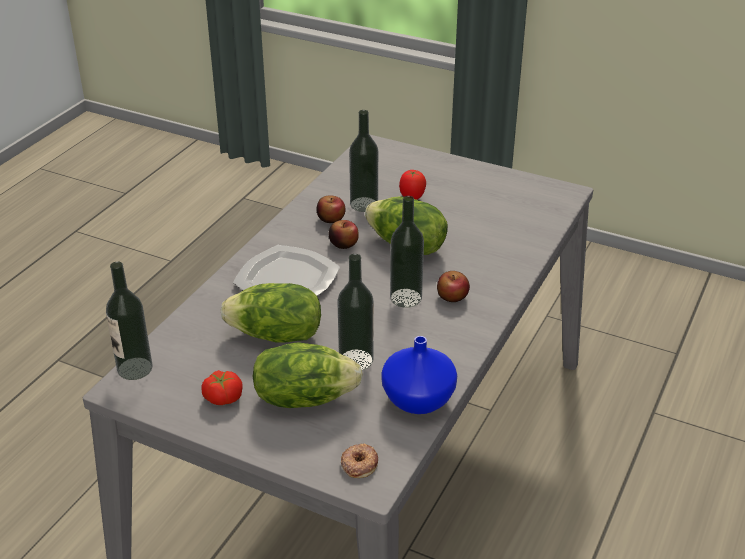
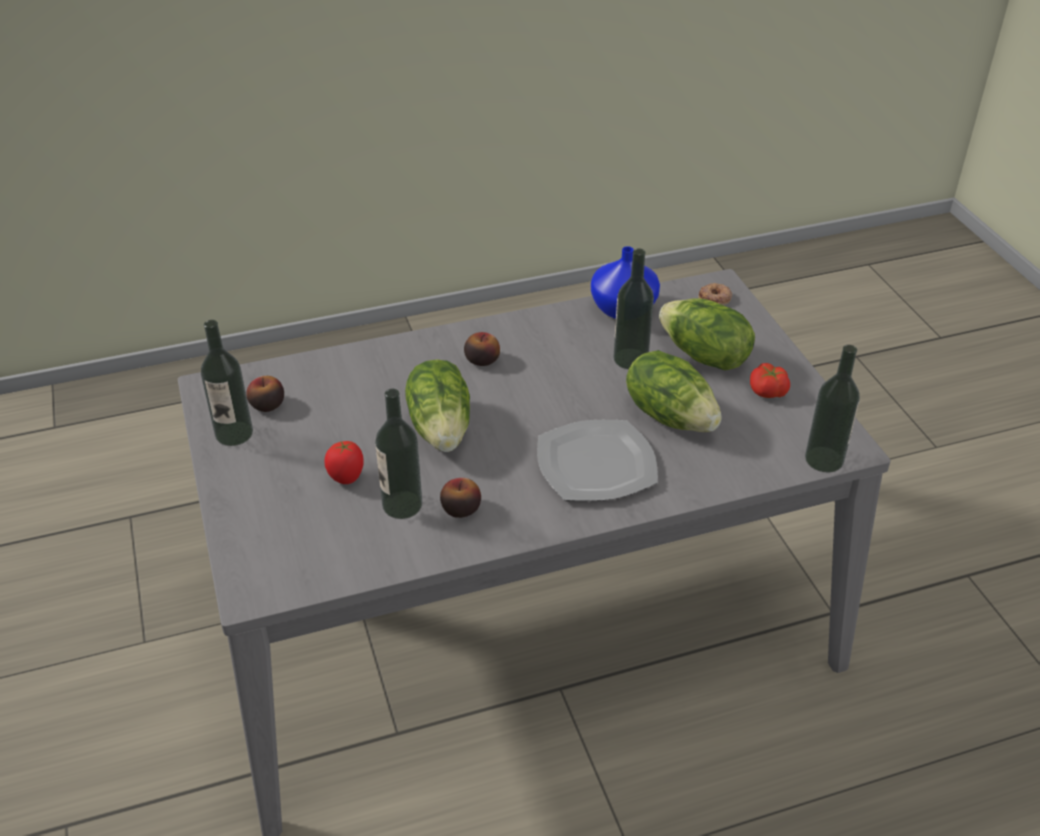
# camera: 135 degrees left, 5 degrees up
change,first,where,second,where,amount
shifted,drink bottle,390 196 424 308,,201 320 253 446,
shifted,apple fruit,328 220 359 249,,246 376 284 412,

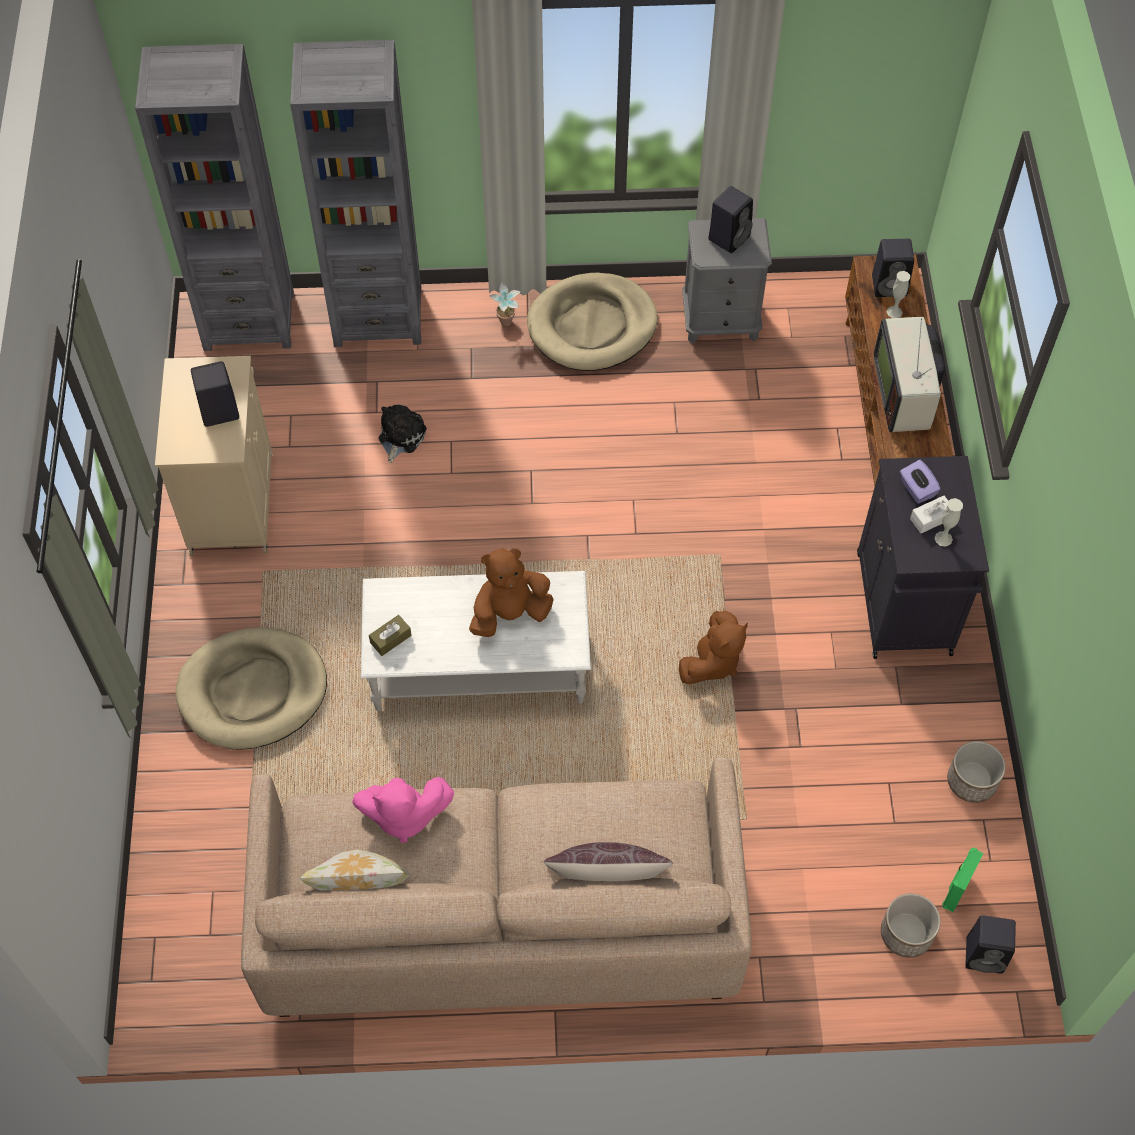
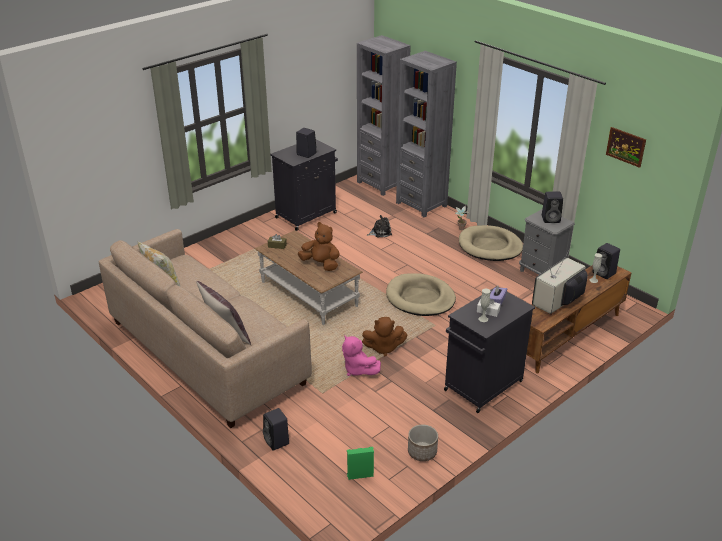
# camera: 50 degrees right, 25 degrees down
change,first,where,second,where,amount
repainted,storage cabinet (sand-coloured),155 356 272 556,storage cabinet (black),270 140 338 231,
repainted,low table (whitish),361 571 591 711,low table (brownish),255 230 363 325,
shifted,pet bed (sand-coloured),176 627 327 750,,386 273 456 316,
shifted,soft toy (pinkish),352 777 454 843,,342 336 381 376,
gone,flower pot,881 893 941 958,,,
shifted,audio speaker (black),966 915 1016 974,,263 408 289 451,
new,,,wall art,606 127 646 168,

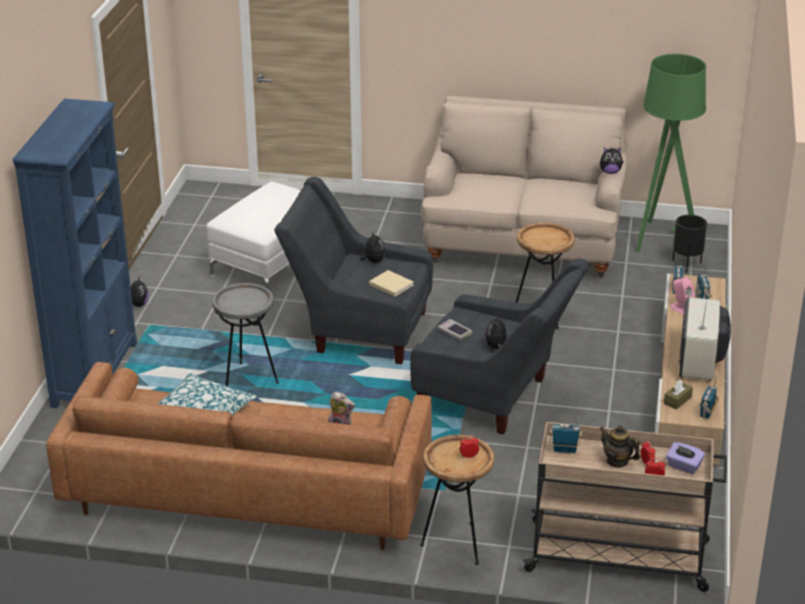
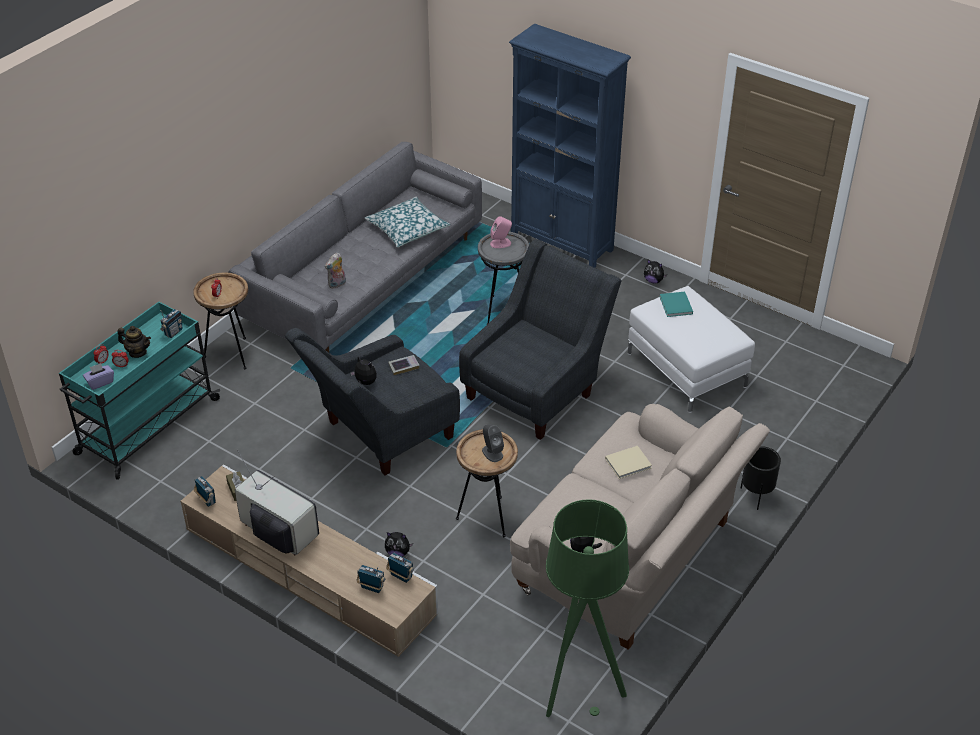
# camera: 115 degrees right, 10 degrees up
change,first,where,second,where,amount
shifted,flower pot (black),673 215 707 273,,740 446 781 510,
shifted,soft toy,360 233 385 263,,385 532 413 557,
shifted,volume (sand-coloured),369 270 414 297,,605 446 652 479,
shifted,audio speaker (pinkish),670 277 695 315,,490 216 512 248,
repainted,sofa (brownish),46 362 432 550,sofa (gray),228 142 482 353,
repainted,trolley (sand-coloured),523 422 727 592,trolley (blue-green),59 302 220 480,
rotated,tea pot,599 425 640 468,,117 326 151 358,45 degrees clockwise
new,,,volume (blue-green),660 292 693 317,
new,,,audio speaker (gray),482 424 504 462,

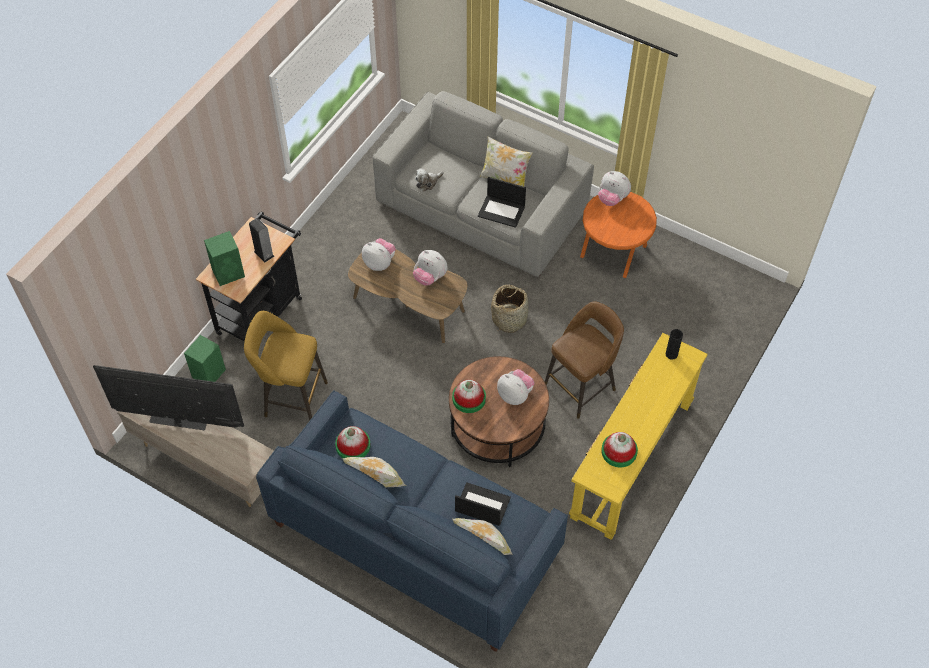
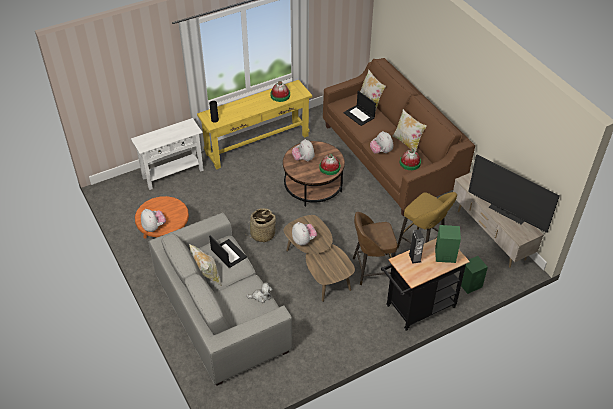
# camera: 150 degrees left, 10 degrees down
change,first,where,second,where,amount
shifted,soft toy,362 238 396 271,,370 131 393 154,
shifted,stool (brownish),545 301 624 419,,353 212 397 285,
repainted,sofa (blue),256 390 568 652,sofa (brownish),323 58 475 216,
new,,,console table (whitish),131 118 204 190,

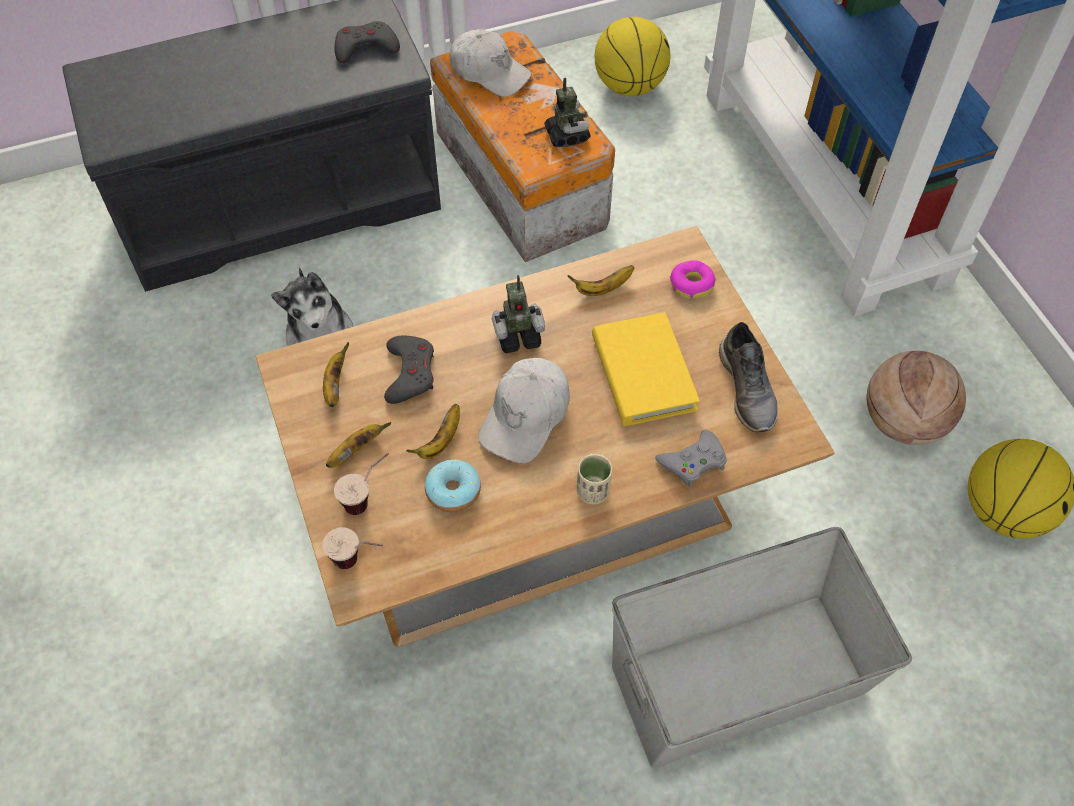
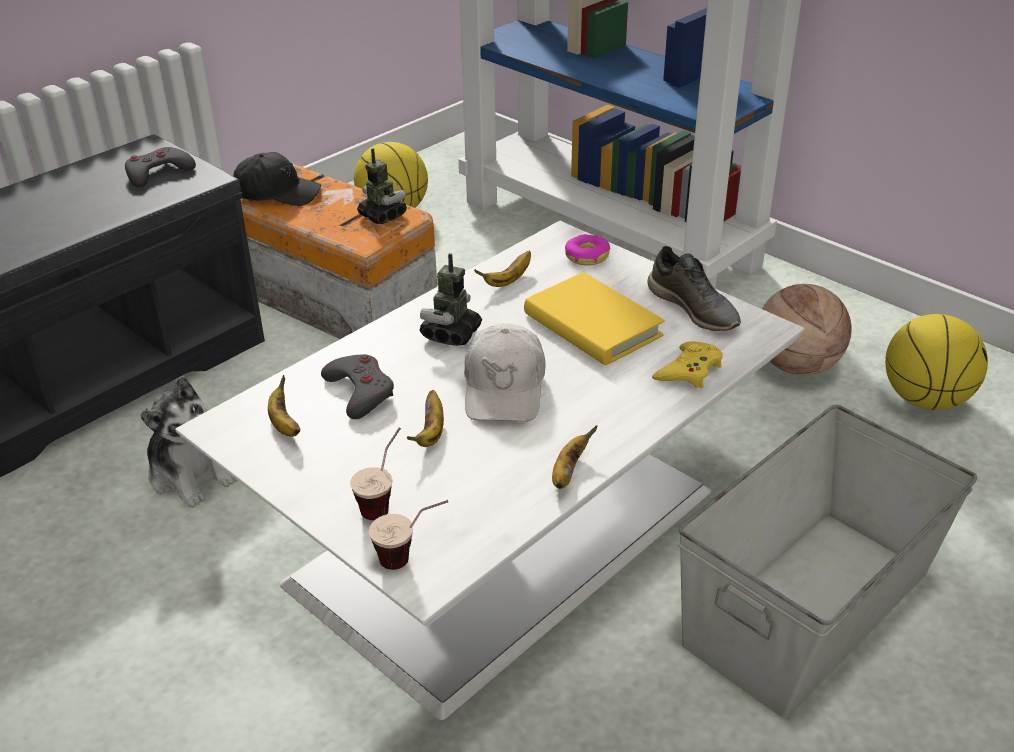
# camera: 25 degrees left, 20 degrees down
change,first,where,second,where,amount
repainted,peaked cap (whitish),450 29 532 97,peaked cap (black),233 152 321 206,
repainted,low table (brownish),255 226 835 647,low table (whitish),175 221 804 720,
rotated,toy robot,492 275 545 353,,420 253 482 346,150 degrees clockwise
shifted,whole banana,326 422 391 468,,552 425 597 489,
repainted,gamepad (gray),655 430 727 488,gamepad (yellow-coloured),652 341 723 388,
gone,drinking cup (sand-coloured),577 454 612 504,,,
gone,donut,425 460 481 512,,,

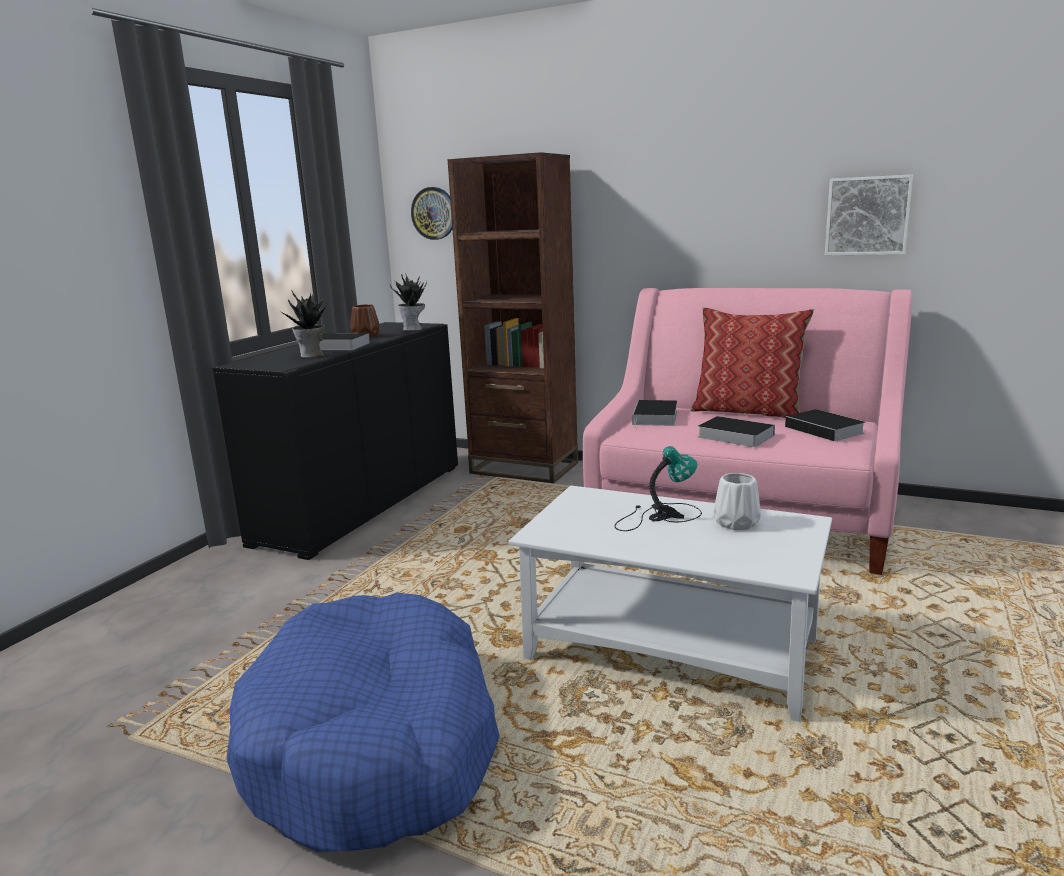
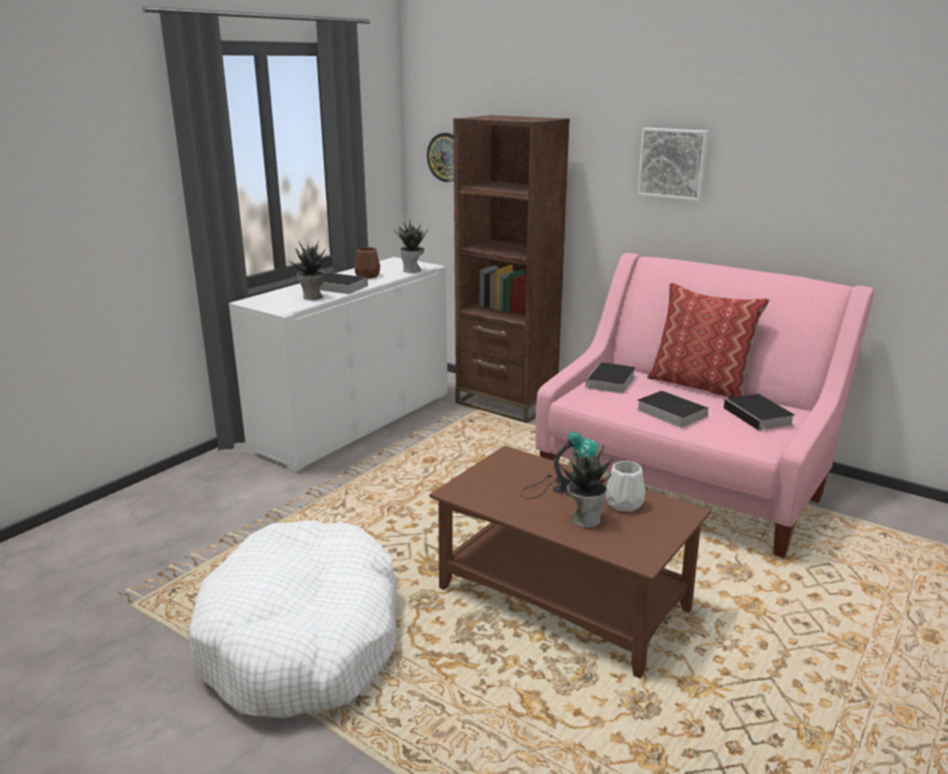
# camera: 10 degrees right, 5 degrees up
change,first,where,second,where,amount
shifted,wall art,825 175 913 255,,637 128 709 201,
repainted,storage cabinet (black),213 322 458 560,storage cabinet (whitish),229 257 448 472,
repainted,low table (whitish),508 485 832 722,low table (brownish),429 446 711 678,
repainted,pet bed (blue),226 593 500 852,pet bed (whitish),188 520 397 718,
new,,,potted plant,557 445 613 528,

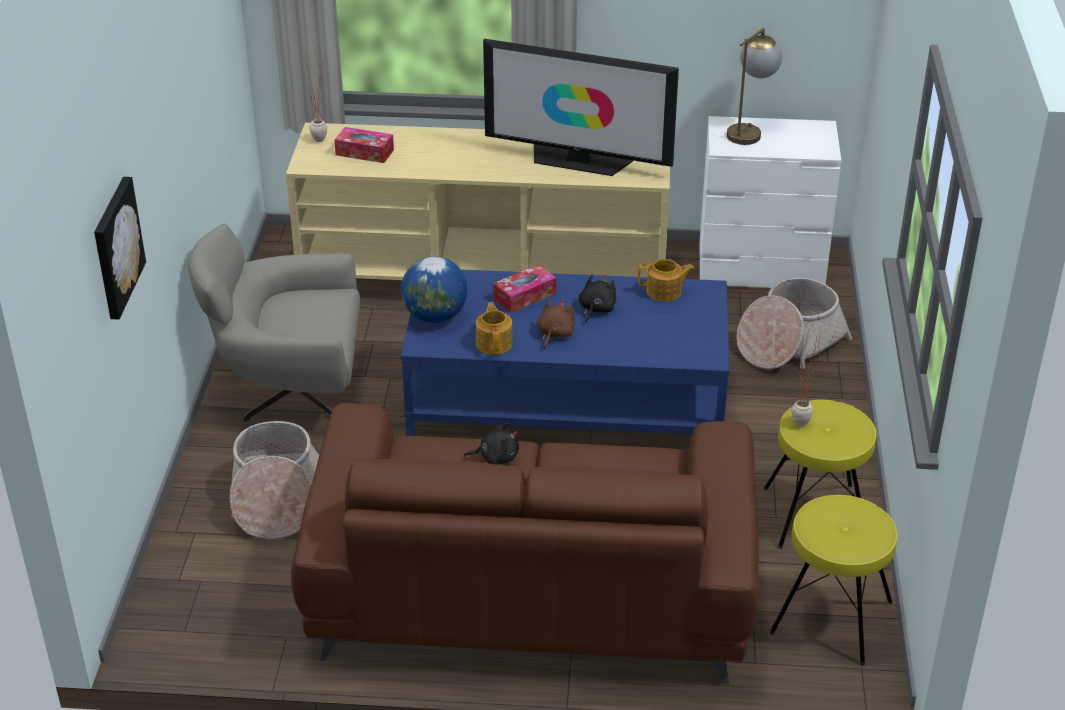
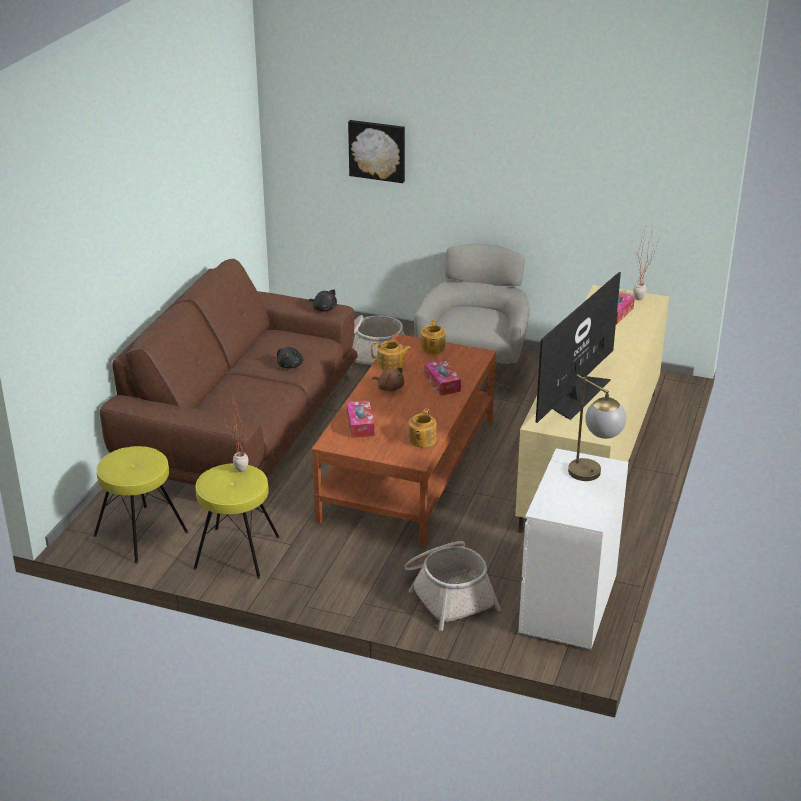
# camera: 105 degrees right, 5 degrees down
change,first,where,second,where,amount
swapped,globe,401 256 468 323,tea pot,420 320 445 355,
repainted,low table (blue),401 270 730 436,low table (brownish),312 334 496 547,
shifted,soft toy (black),579 275 616 323,,309 290 337 311,
new,,,tissue box,347 400 374 438,

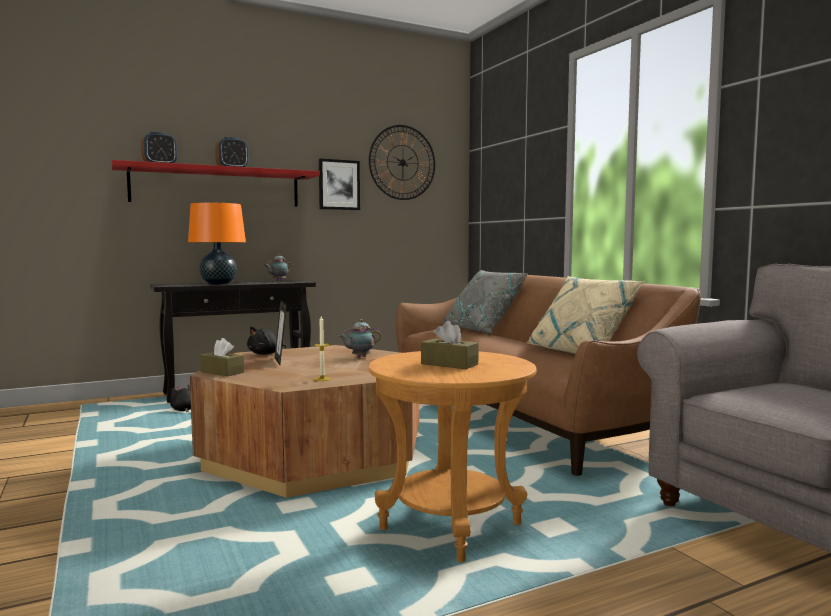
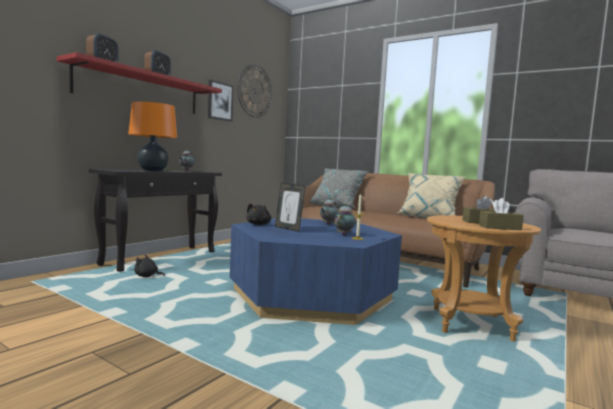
# camera: 30 degrees left, 0 degrees up
change,first,where,second,where,amount
shifted,tissue box (brownish),200 338 244 376,,479 198 524 230,
repainted,low table (brownish),190 345 419 498,low table (blue),230 218 402 325,
new,,,tea pot,334 204 356 235,

